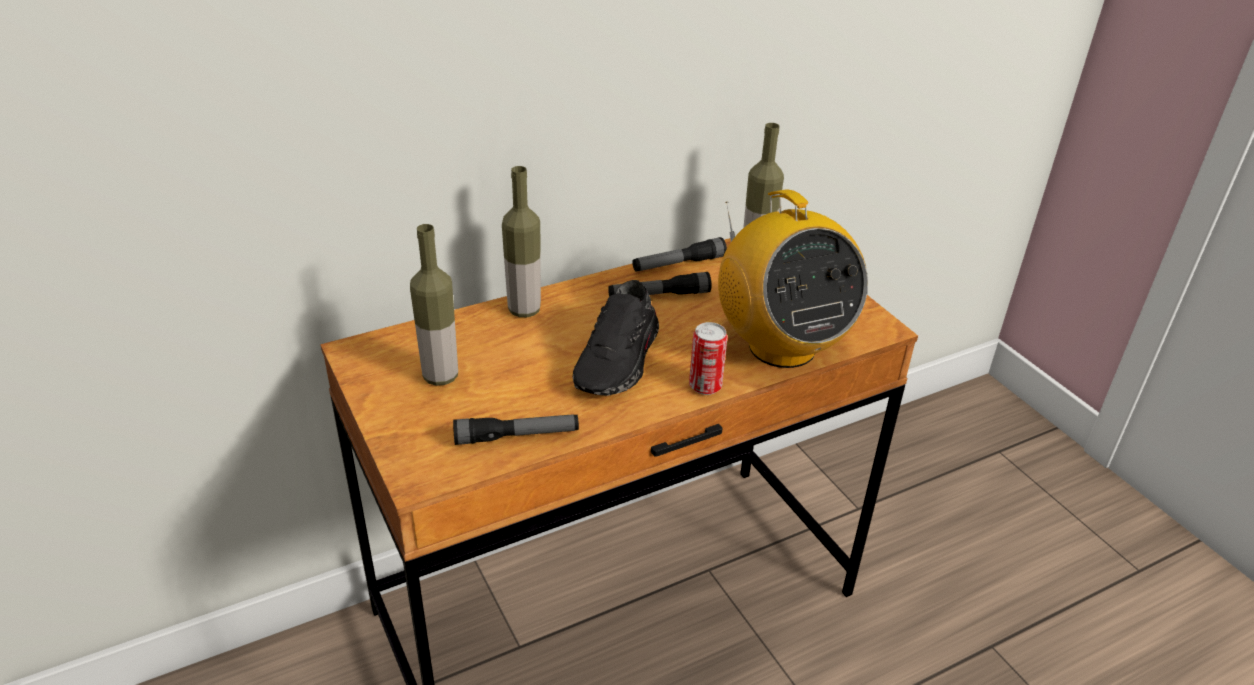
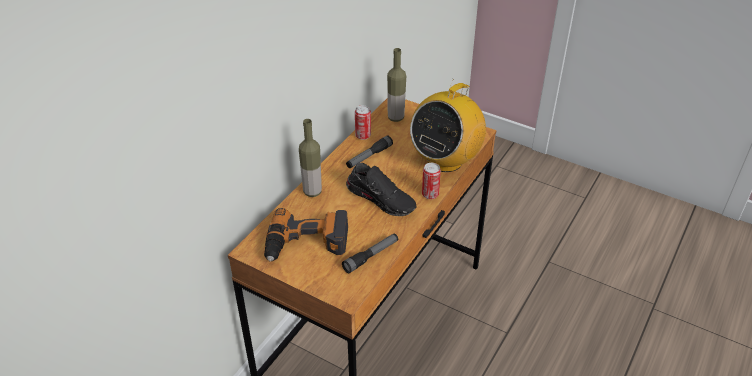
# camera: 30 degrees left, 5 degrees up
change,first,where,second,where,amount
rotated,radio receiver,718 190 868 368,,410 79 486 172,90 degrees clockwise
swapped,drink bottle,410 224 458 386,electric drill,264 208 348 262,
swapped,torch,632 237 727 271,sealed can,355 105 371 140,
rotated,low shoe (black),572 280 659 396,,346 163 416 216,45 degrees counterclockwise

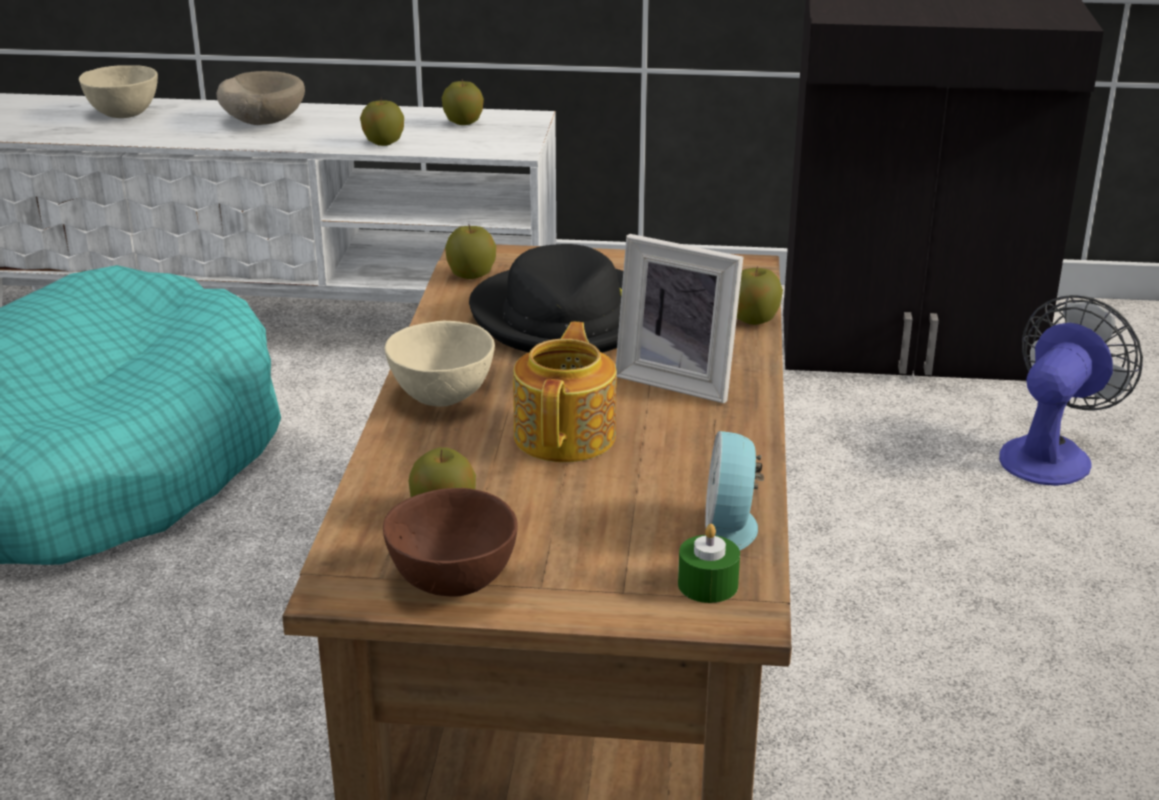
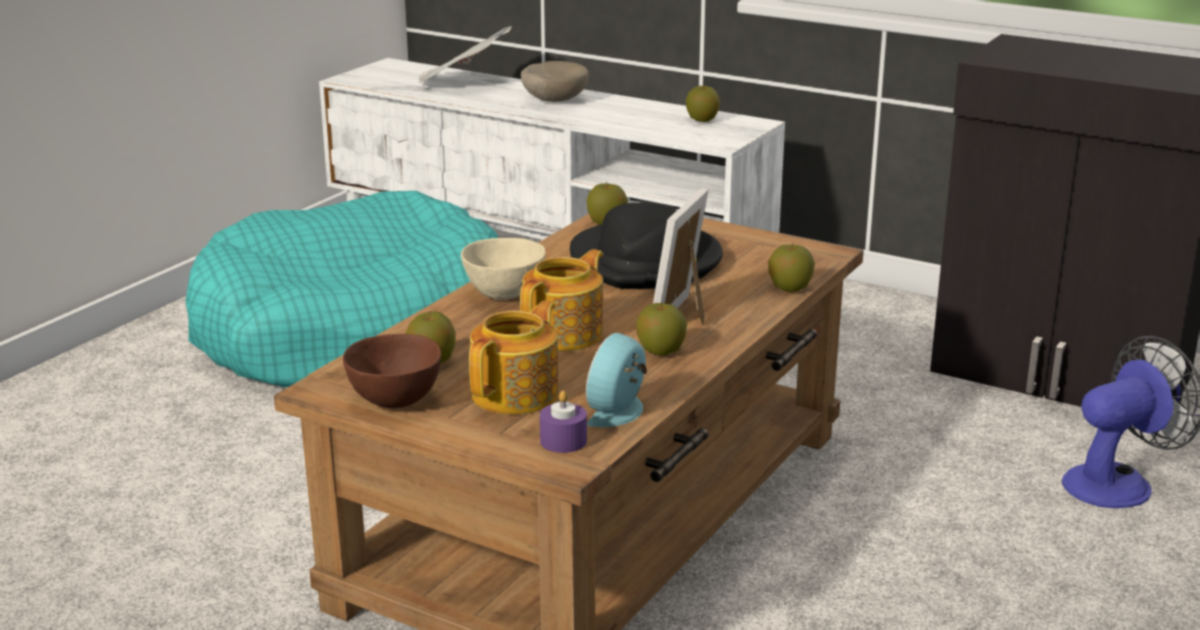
# camera: 25 degrees right, 5 degrees down
change,first,where,second,where,amount
swapped,deep dish (sand-coloured),79 65 158 118,printed paper,419 26 512 83,
shifted,apple fruit,360 100 404 146,,636 302 687 356,
rotated,standing frame,616 234 743 403,,653 188 708 325,60 degrees clockwise
repainted,wax candle (green-coloured),678 524 740 603,wax candle (purple),540 391 587 453,
new,,,tea pot,469 300 559 414,

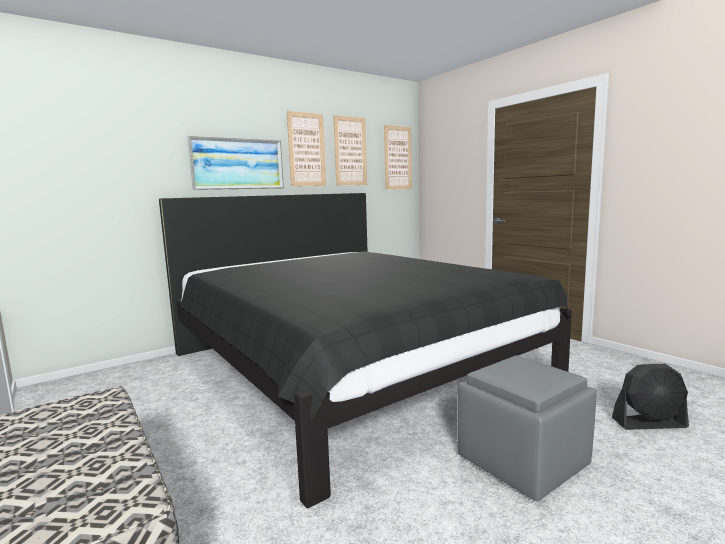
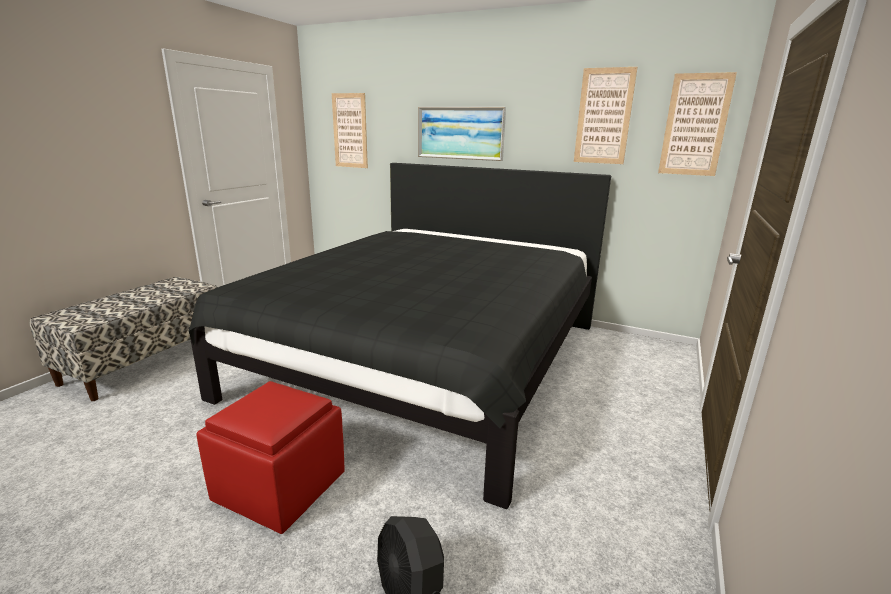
# camera: 60 degrees right, 10 degrees up
change,first,where,second,where,amount
shifted,wall art,287 111 326 186,,332 93 368 168,
repainted,ottoman (gray),457 355 597 502,ottoman (reddish),196 381 345 534,

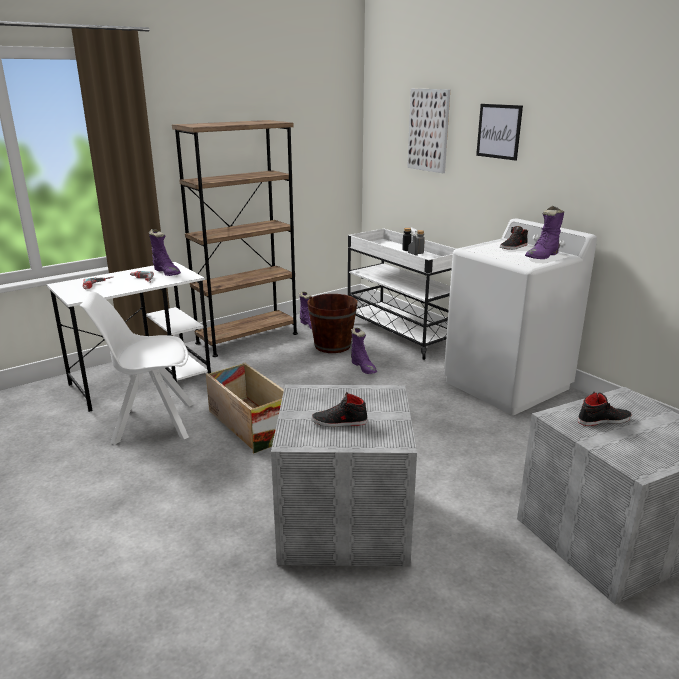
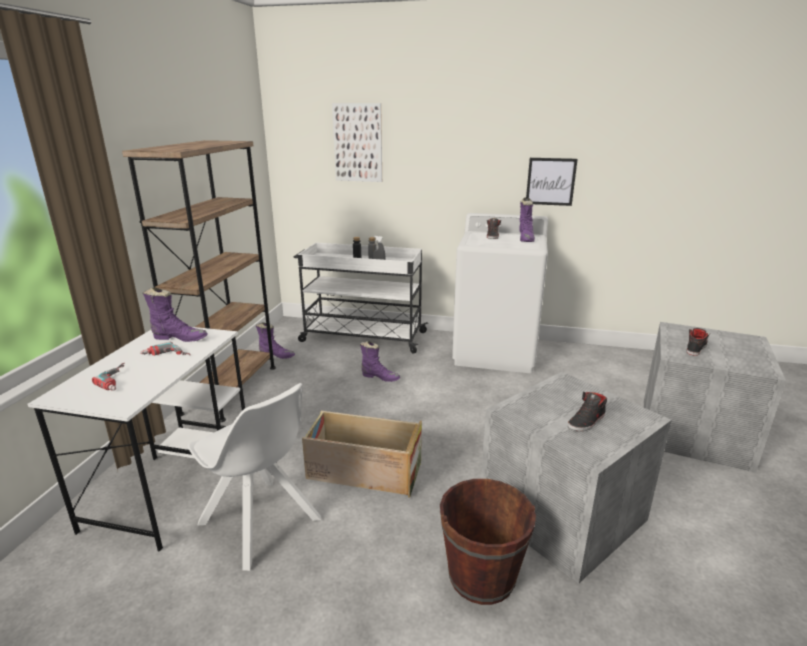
# camera: 40 degrees left, 0 degrees up
change,first,where,second,where,amount
shifted,wall art,476 104 523 161,,526 158 578 206,
rotated,upright chair (whitish),80 292 194 445,,188 383 321 571,90 degrees counterclockwise
shifted,bucket (brownish),307 294 358 353,,440 479 536 605,

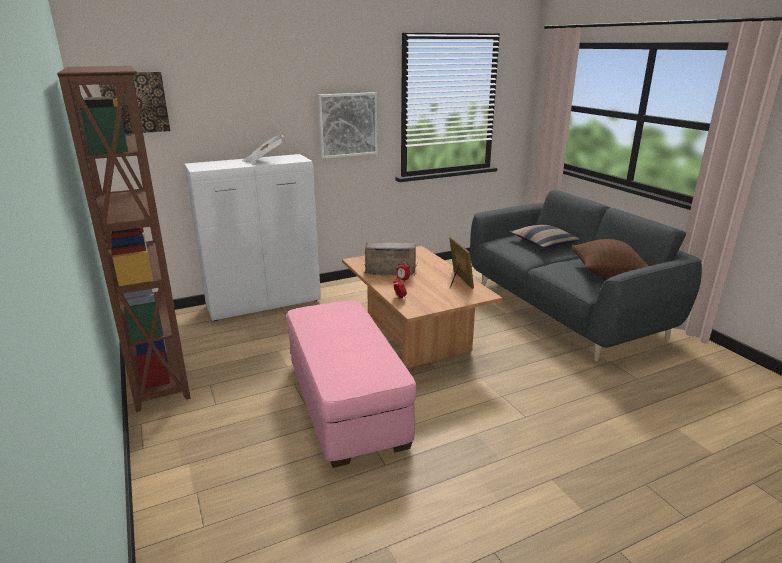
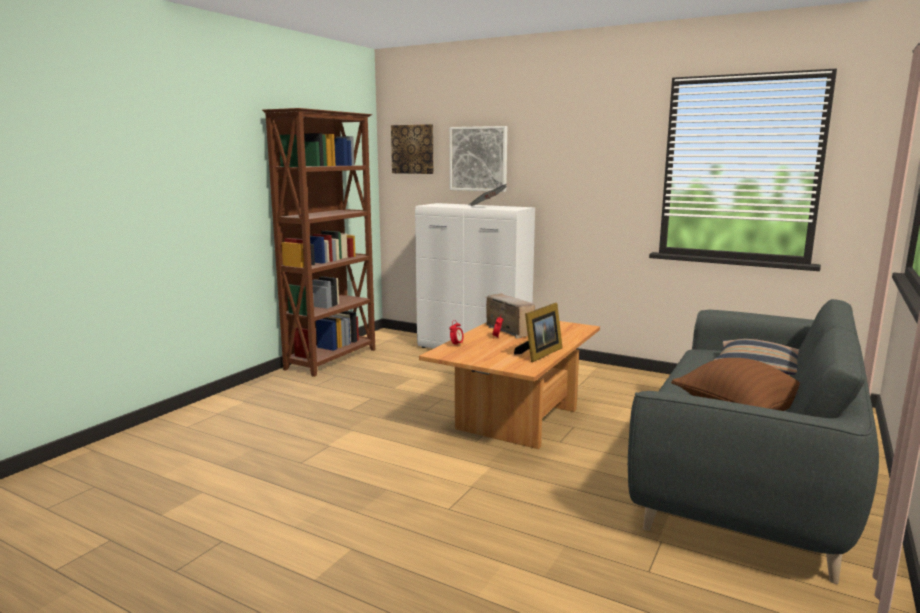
# camera: 55 degrees right, 10 degrees down
change,first,where,second,where,amount
shifted,wall art,318 92 377 159,,449 126 507 192,
gone,ottoman (pinkish),286 301 417 468,,,

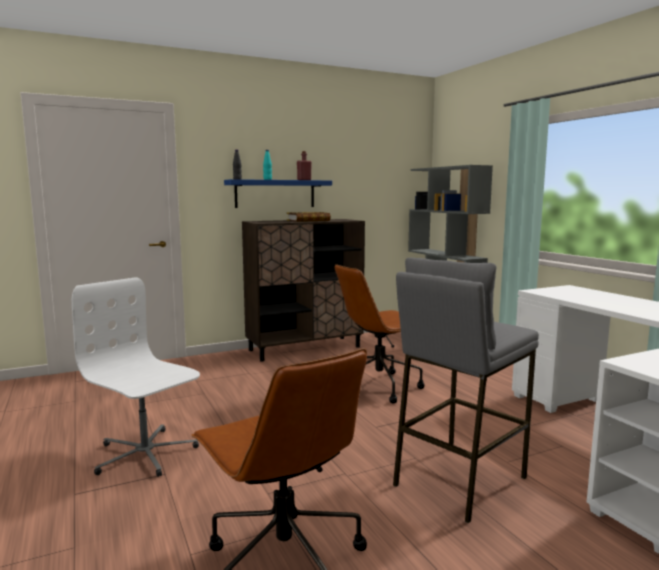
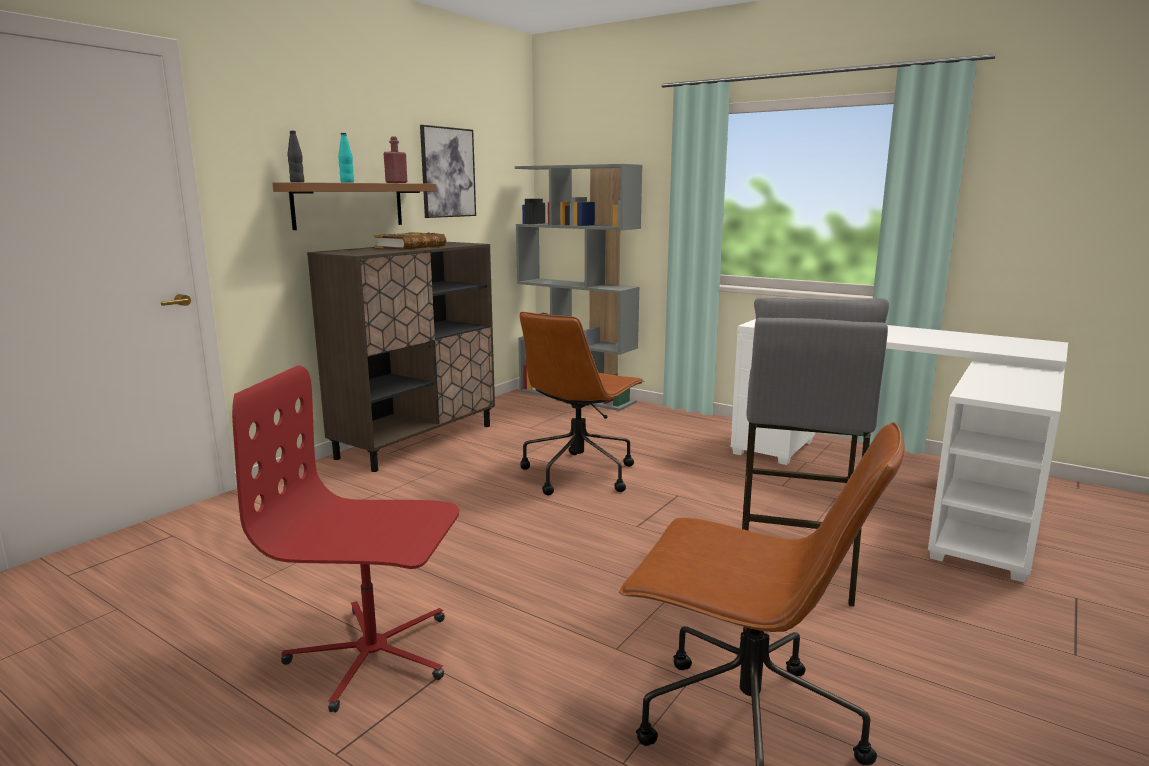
# camera: 30 degrees left, 5 degrees up
change,first,where,second,where,amount
repainted,bracket shelf (blue),224 179 332 208,bracket shelf (brownish),272 182 436 230,
repainted,desk chair (whitish),72 277 200 477,desk chair (reddish),232 365 459 713,
new,,,wall art,420 125 476 218,

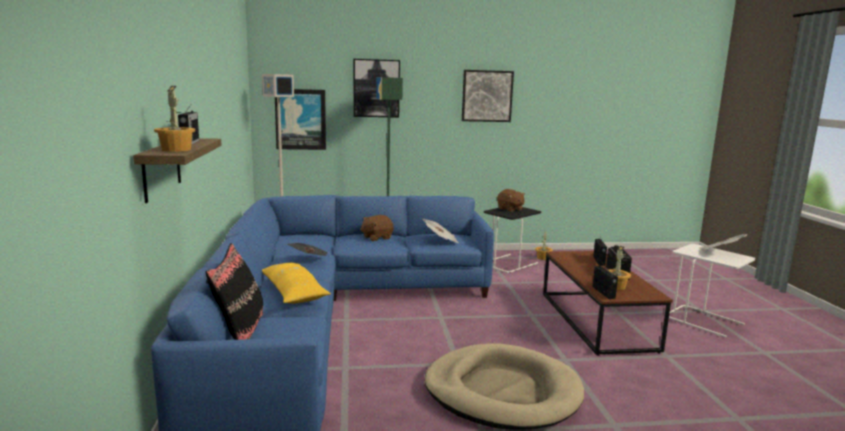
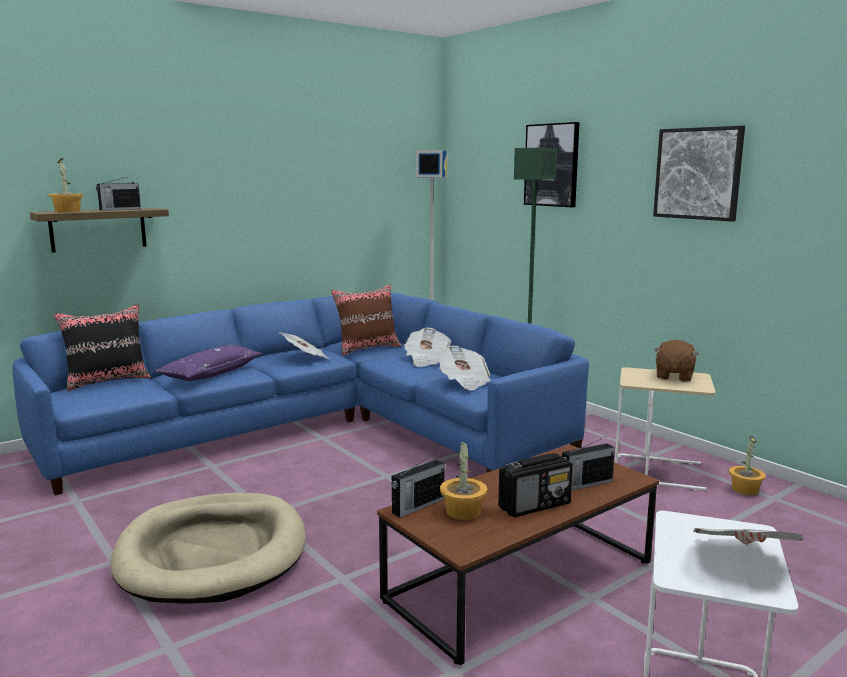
# camera: 60 degrees right, 0 degrees up
change,first,where,second,where,amount
gone,wall art,275 89 326 150,,,
repainted,end table (black),484 207 541 273,end table (sand-coloured),615 367 715 490,
swapped,soft toy (brownish),361 215 394 241,printed paper,404 328 451 367,
repainted,cushion (yellow-coloured),262 263 331 304,cushion (purple),155 345 263 381,
new,,,cushion (brownish),331 284 401 355,

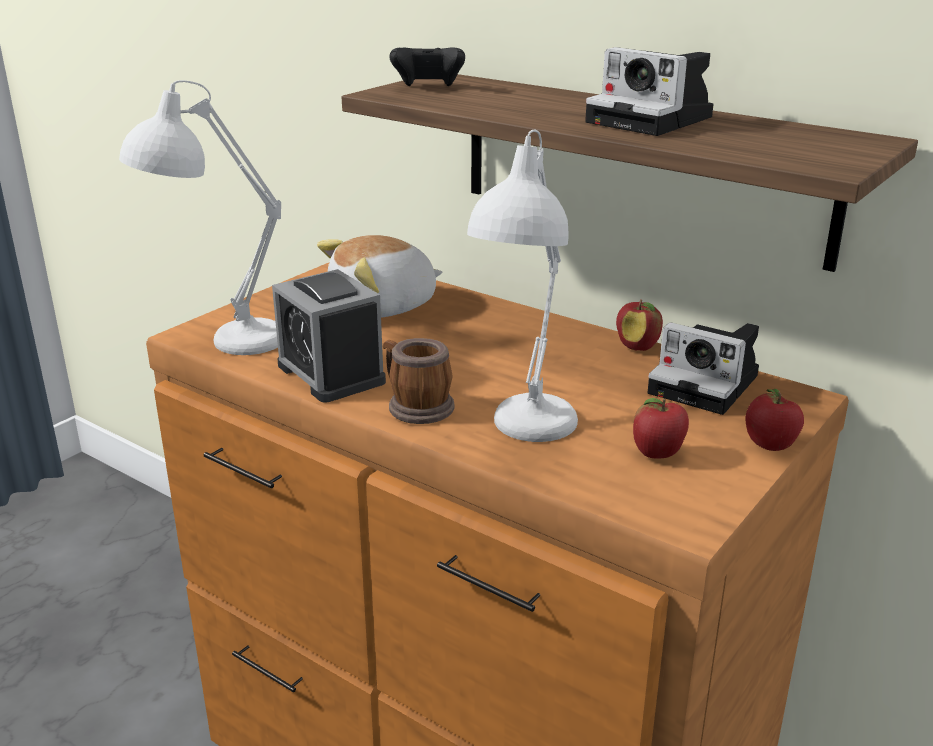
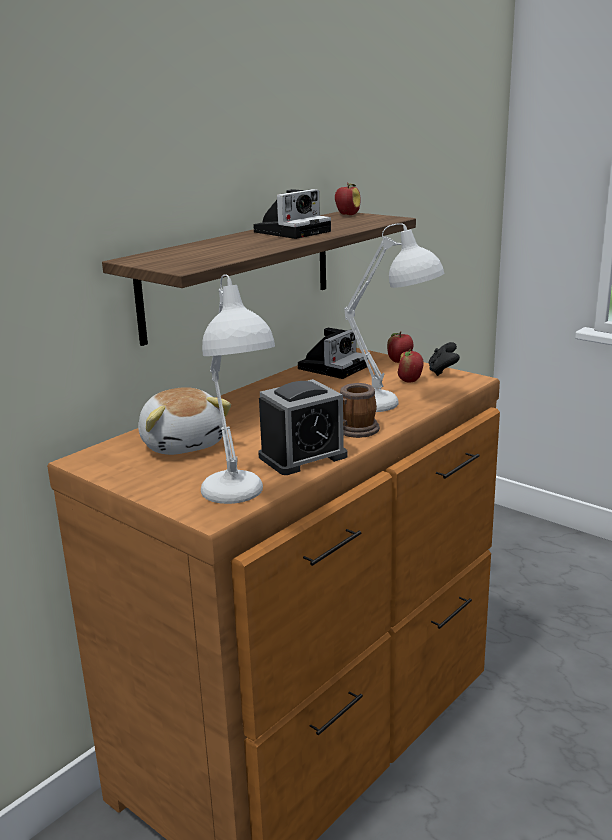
# camera: 85 degrees left, 5 degrees down
change,first,where,second,where,amount
shifted,gamepad (black),390 48 465 86,,428 342 460 376,
shifted,apple fruit,616 299 663 351,,335 182 361 215,

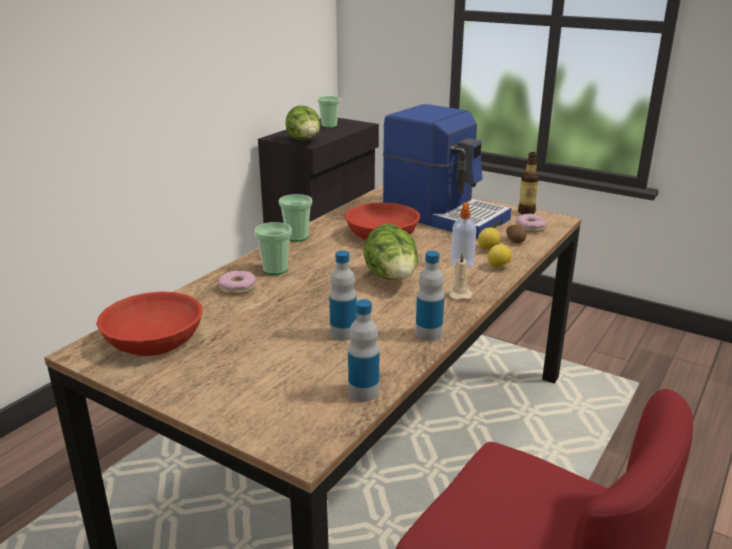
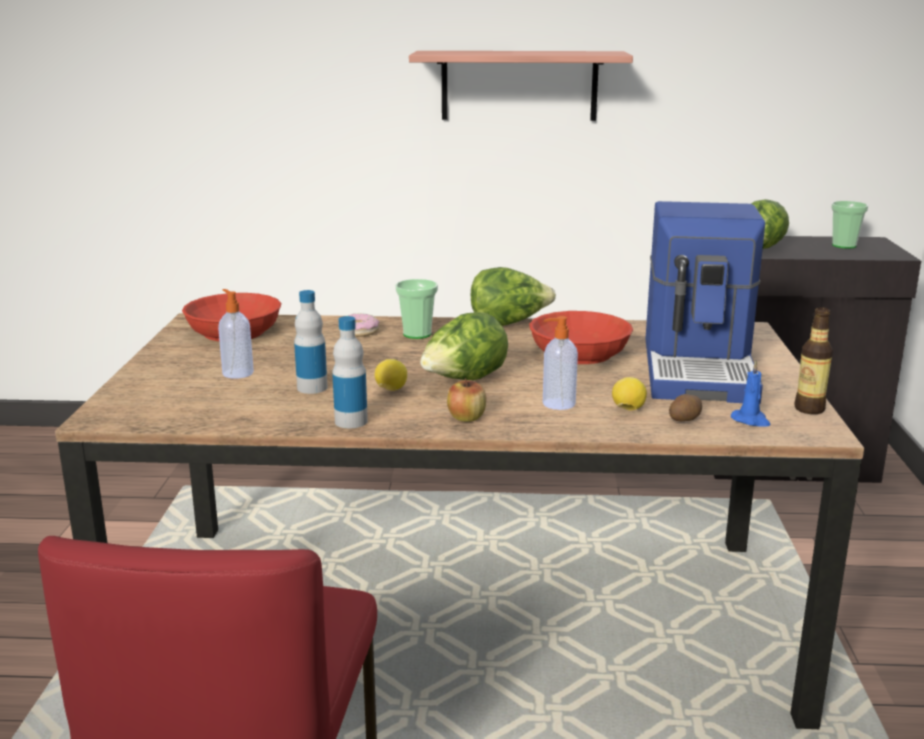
# camera: 60 degrees right, 5 degrees down
change,first,where,second,where,amount
swapped,drinking cup,279 194 312 242,lettuce head,471 267 556 326,
swapped,donut,515 213 547 233,wax candle (blue),731 360 770 427,
shifted,whole lemon,488 244 512 268,,375 359 407 391,
swapped,wax candle (sand-coloured),448 252 473 300,apple fruit,447 378 486 422,
gone,drink bottle,348 299 379 402,,,
new,,,bracket shelf,409 51 633 121,
new,,,soap dispenser,218 289 254 379,

